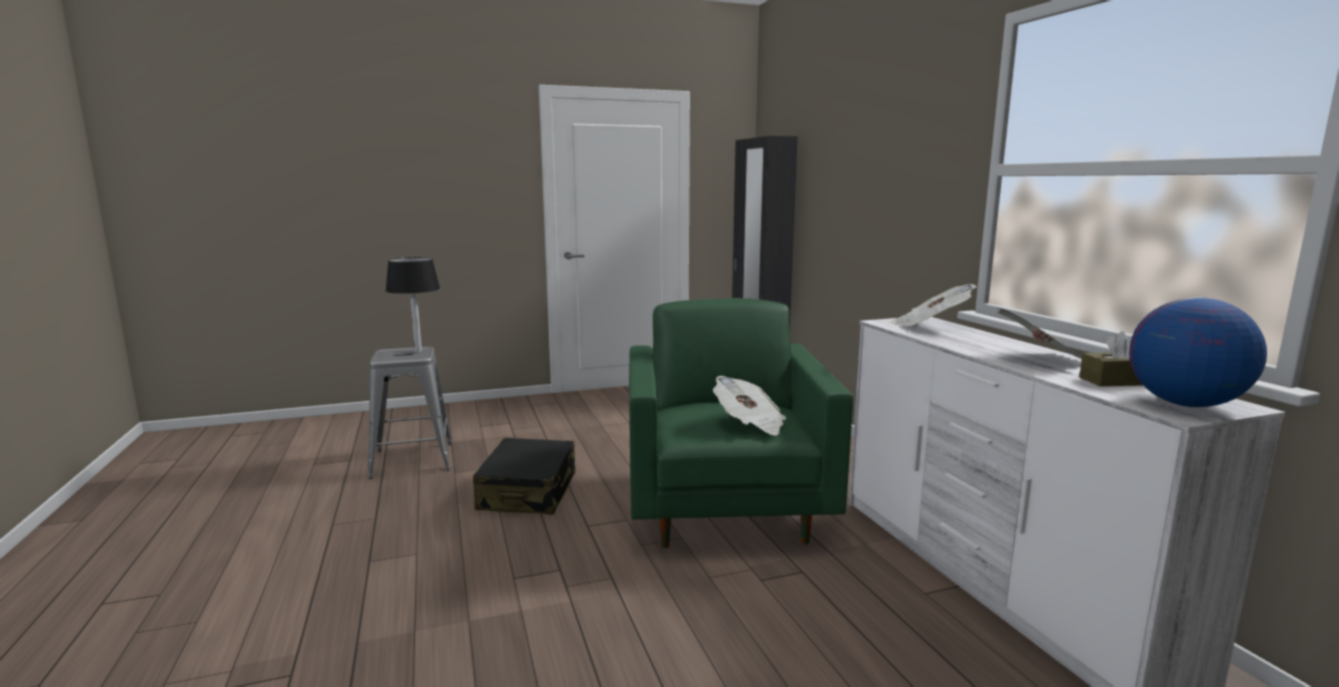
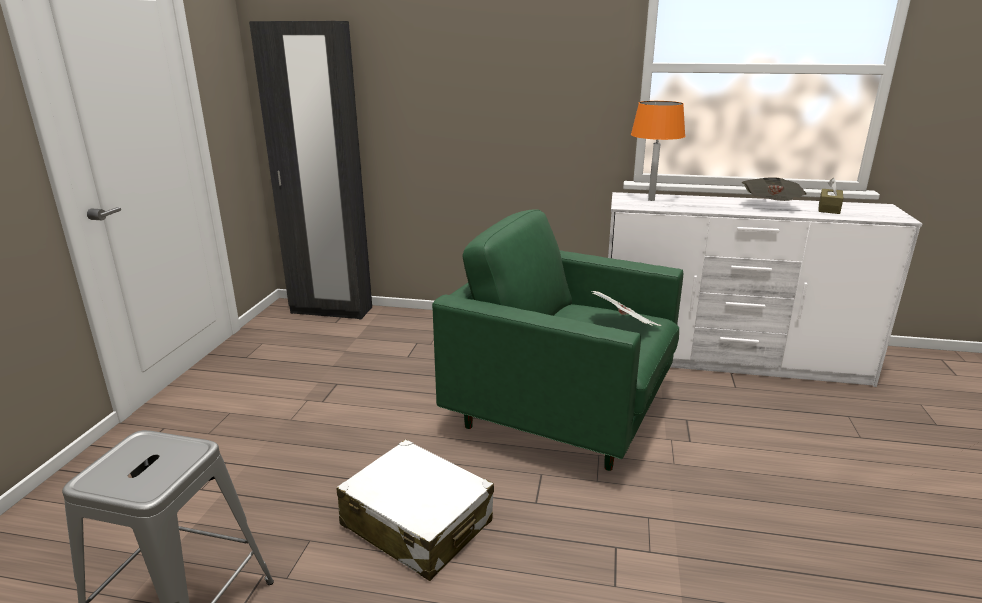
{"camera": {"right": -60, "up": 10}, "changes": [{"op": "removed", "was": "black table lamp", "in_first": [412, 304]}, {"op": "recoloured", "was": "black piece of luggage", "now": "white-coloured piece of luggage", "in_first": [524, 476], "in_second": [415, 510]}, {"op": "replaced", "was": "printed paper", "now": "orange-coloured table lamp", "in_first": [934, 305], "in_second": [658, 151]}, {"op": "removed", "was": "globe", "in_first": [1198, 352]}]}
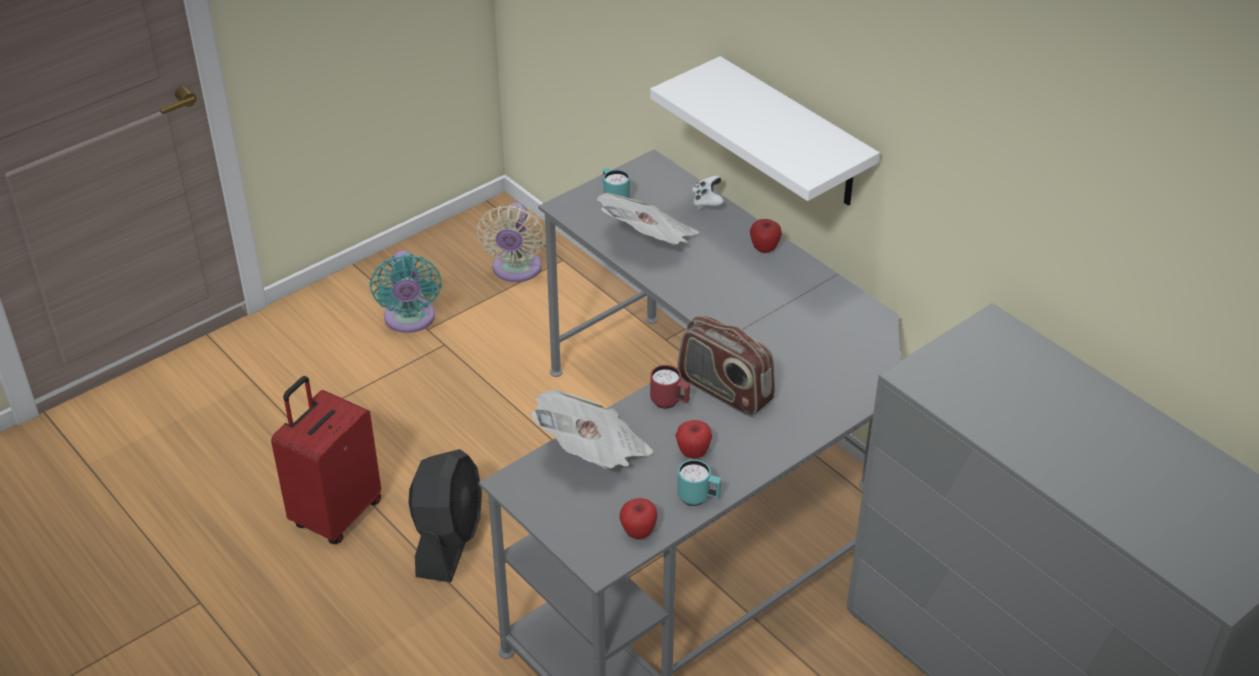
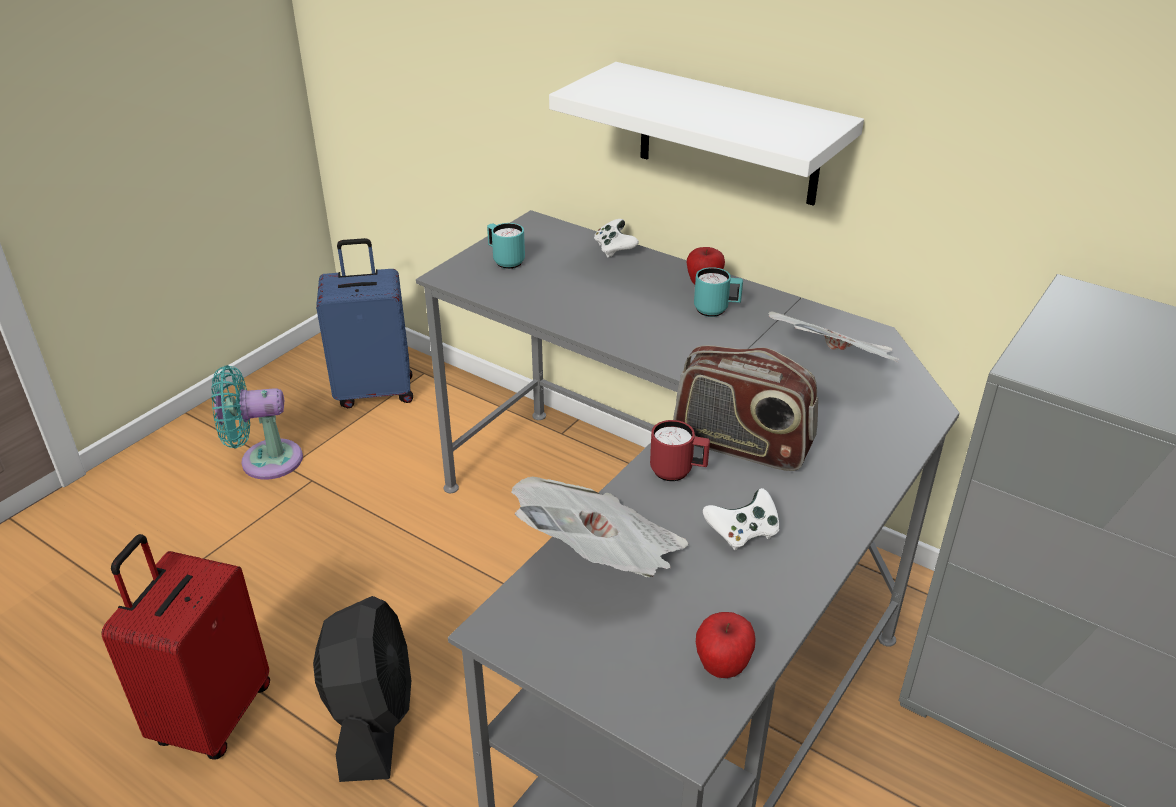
{"camera": {"right": -15, "up": -5}, "changes": [{"op": "turned", "was": "turquoise fan", "in_first": [405, 291], "in_second": [257, 422], "clockwise": 105}, {"op": "replaced", "was": "beige-coloured fan", "now": "bluish piece of luggage", "in_first": [511, 242], "in_second": [364, 323]}, {"op": "moved", "was": "printed paper", "in_first": [648, 219], "in_second": [834, 337]}, {"op": "replaced", "was": "apple fruit", "now": "white-coloured gamepad", "in_first": [694, 439], "in_second": [741, 519]}, {"op": "moved", "was": "turquoise mug", "in_first": [699, 482], "in_second": [718, 292]}]}
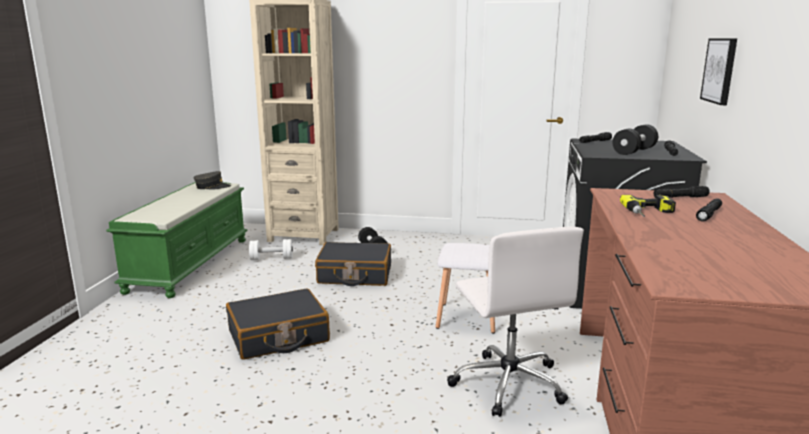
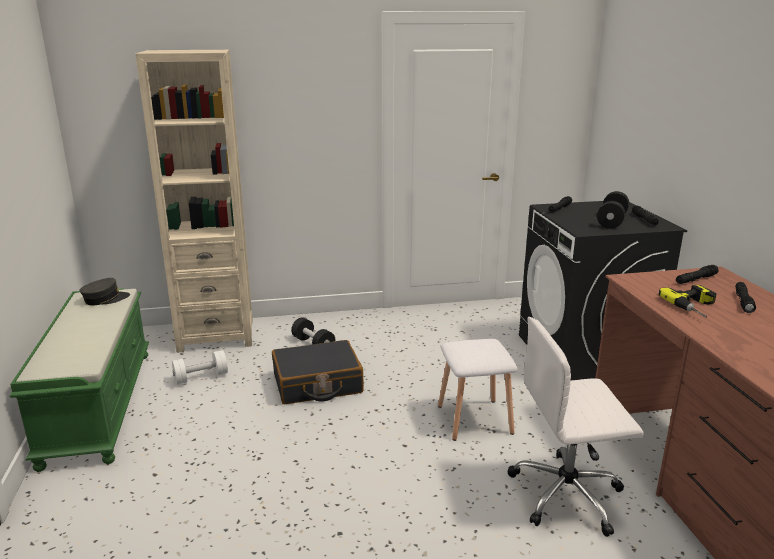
{"camera": {"right": -20, "up": 5}, "changes": [{"op": "removed", "was": "black piece of luggage", "in_first": [278, 324]}, {"op": "turned", "was": "white-coloured desk chair", "in_first": [515, 322], "in_second": [575, 427], "clockwise": 120}, {"op": "removed", "was": "wall picture", "in_first": [718, 71]}]}
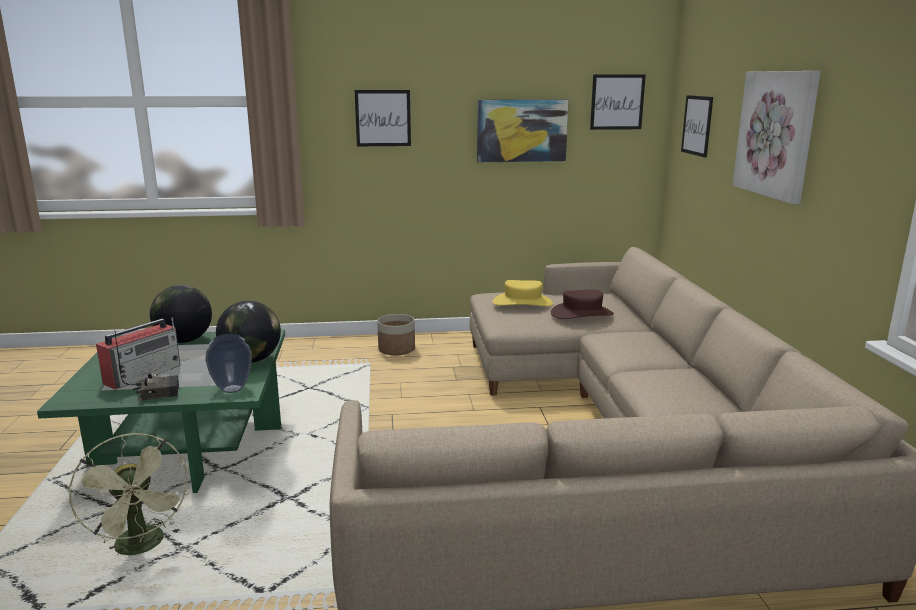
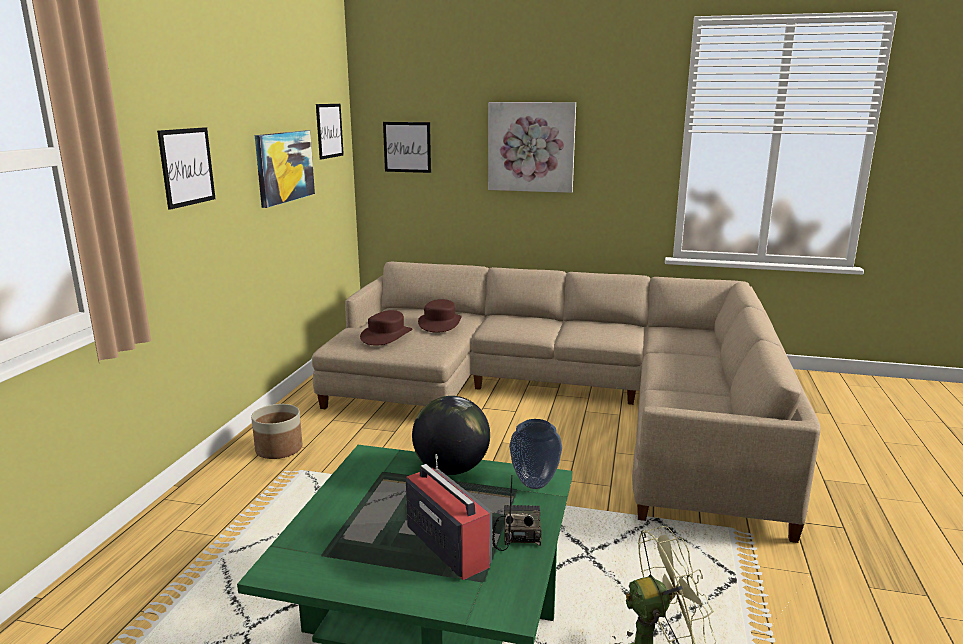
{"camera": {"right": -70, "up": 0}, "changes": [{"op": "removed", "was": "globe", "in_first": [181, 314]}, {"op": "recoloured", "was": "yellow-coloured hat", "now": "brownish hat", "in_first": [523, 293], "in_second": [386, 328]}]}
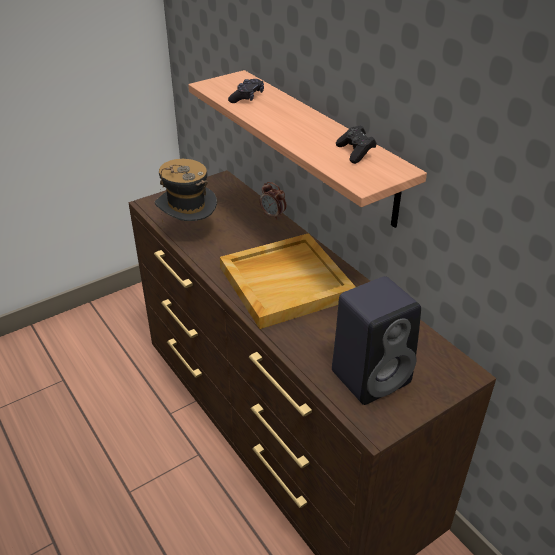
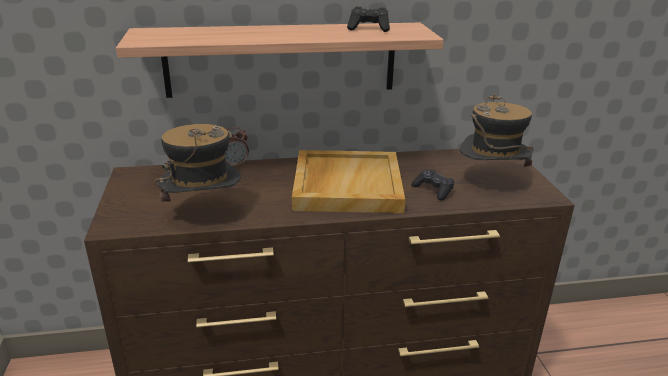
{"camera": {"right": -65, "up": -10}, "changes": [{"op": "moved", "was": "black gamepad", "in_first": [246, 91], "in_second": [432, 185]}, {"op": "replaced", "was": "black speaker", "now": "hat", "in_first": [376, 340], "in_second": [497, 133]}]}
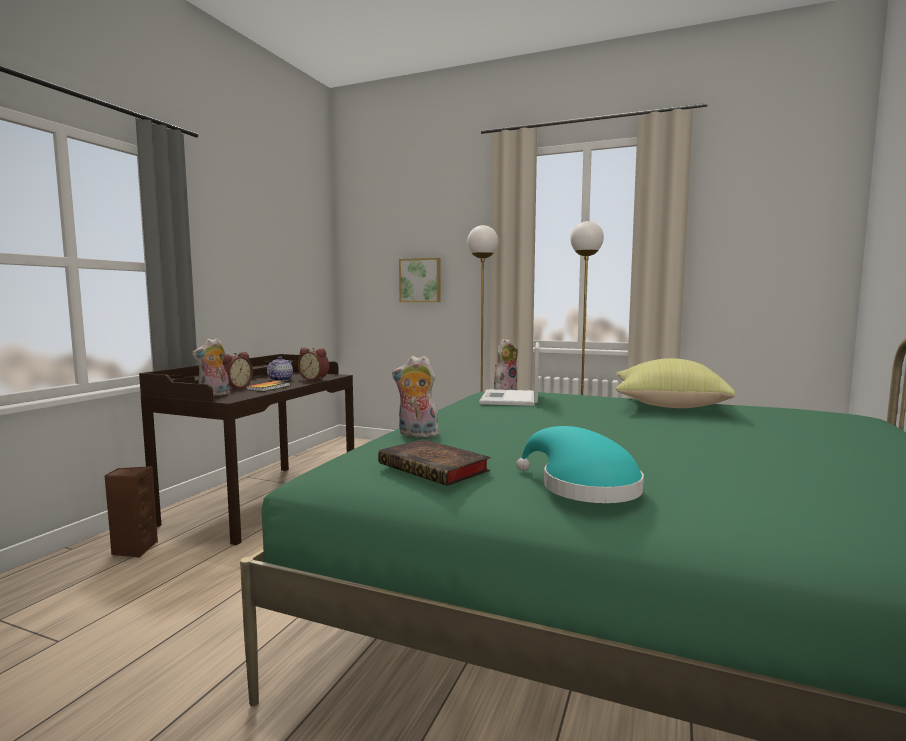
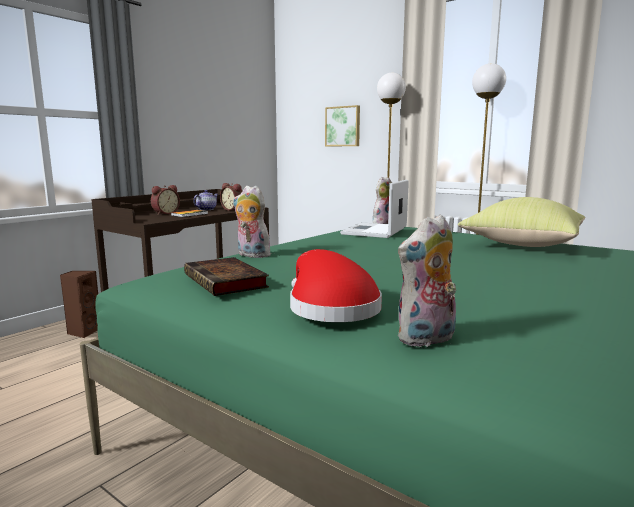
{"camera": {"right": 15, "up": 5}, "changes": [{"op": "moved", "was": "plush toy", "in_first": [210, 367], "in_second": [426, 280]}, {"op": "recoloured", "was": "turquoise hat", "now": "red-coloured hat", "in_first": [580, 464], "in_second": [336, 285]}]}
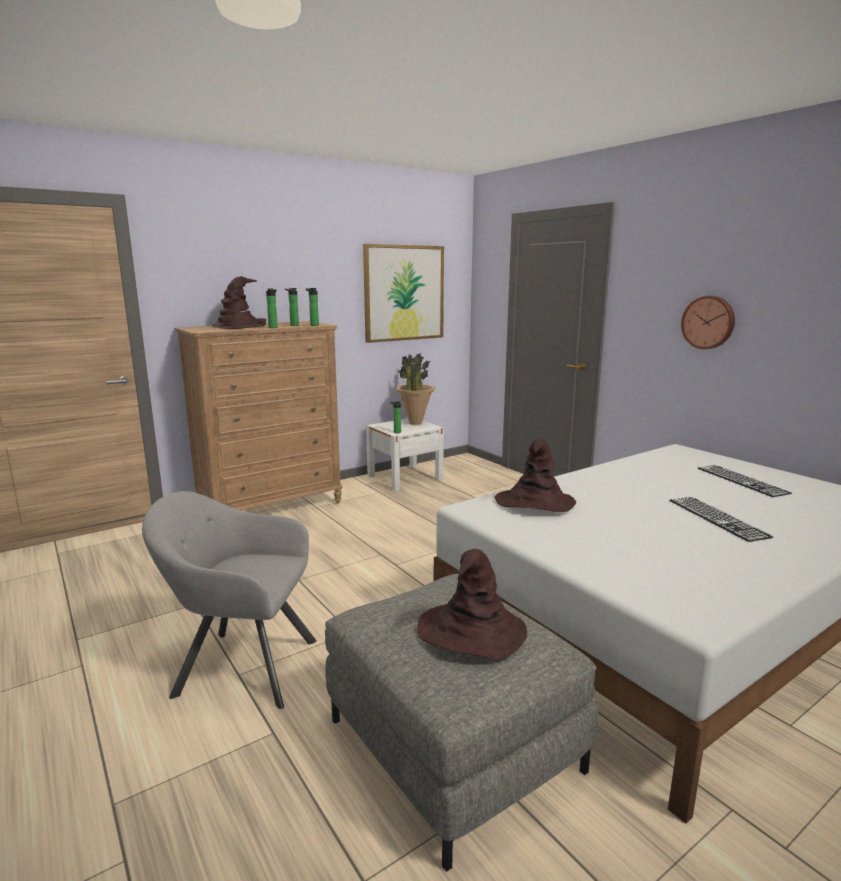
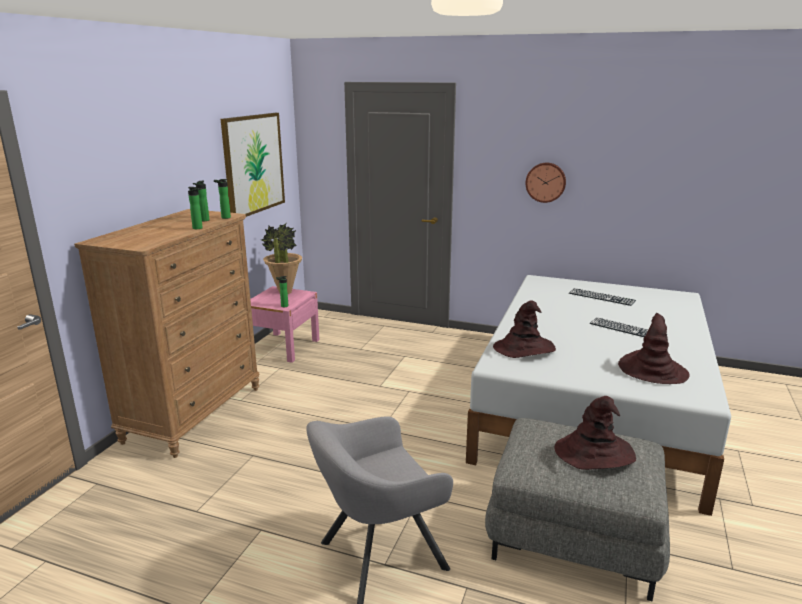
{"camera": {"right": -35, "up": 5}, "changes": [{"op": "moved", "was": "brownish hat", "in_first": [238, 302], "in_second": [654, 348]}, {"op": "recoloured", "was": "white-coloured bedside table", "now": "pink-coloured bedside table", "in_first": [405, 454], "in_second": [284, 324]}]}
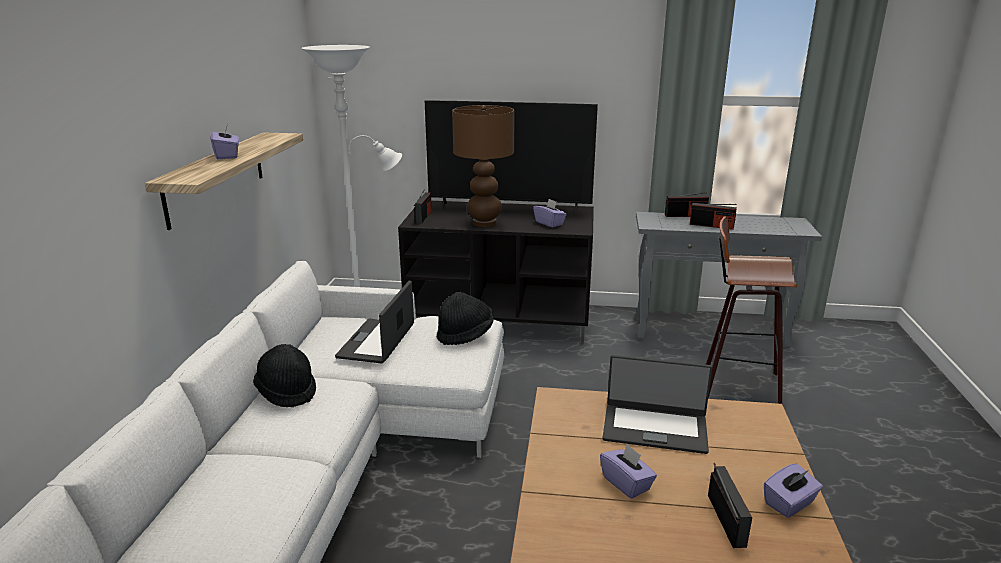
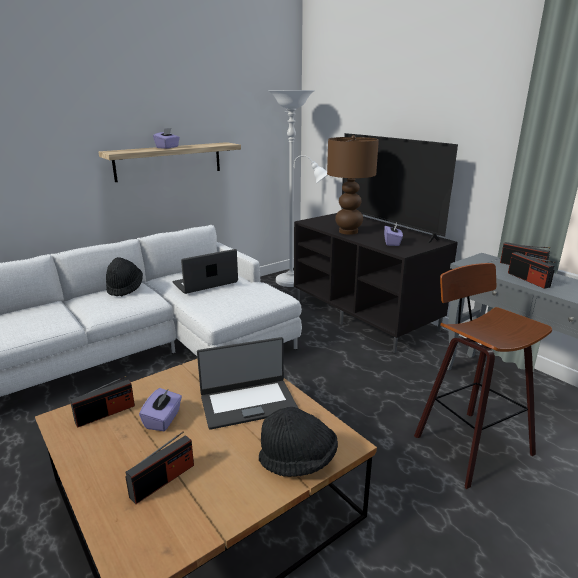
{"camera": {"right": 45, "up": 0}, "changes": [{"op": "moved", "was": "radio", "in_first": [423, 207], "in_second": [102, 402]}, {"op": "moved", "was": "black hat", "in_first": [465, 318], "in_second": [298, 442]}, {"op": "turned", "was": "laptop", "in_first": [657, 404], "in_second": [247, 383], "clockwise": -75}, {"op": "removed", "was": "purplish tissue box", "in_first": [793, 491]}]}
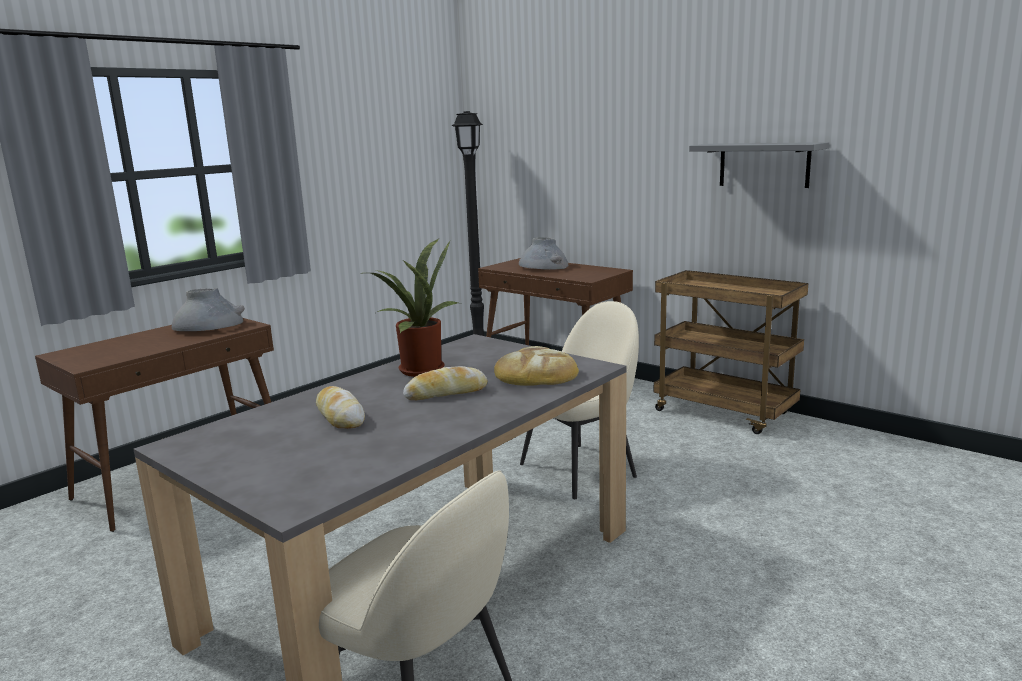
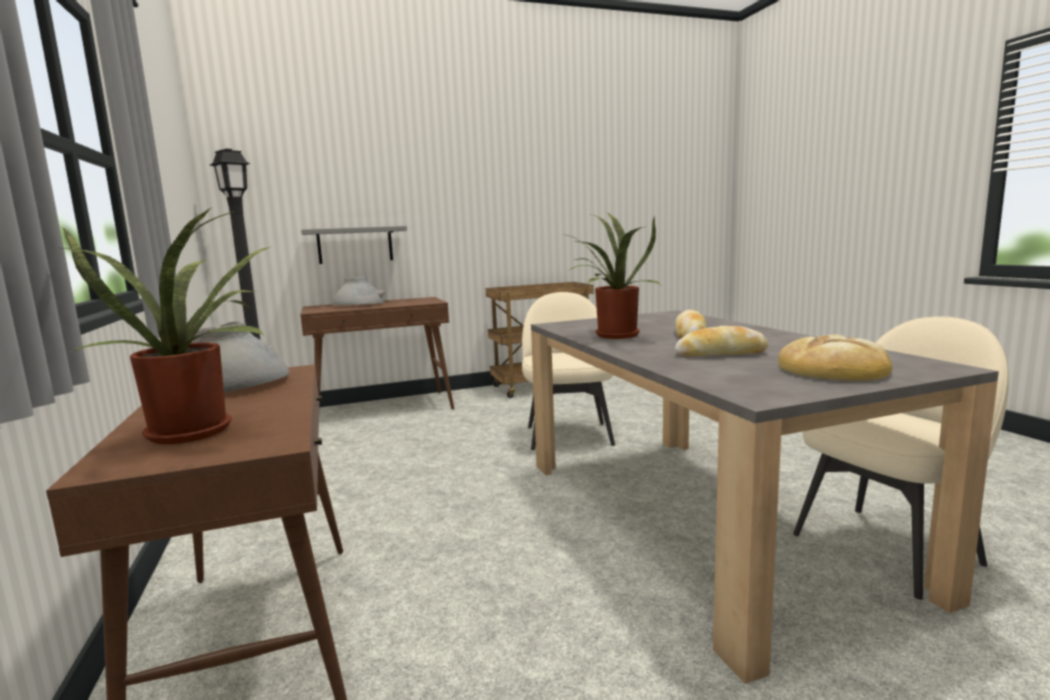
{"camera": {"right": -60, "up": -5}, "changes": [{"op": "moved", "was": "bread", "in_first": [536, 366], "in_second": [835, 357]}, {"op": "moved", "was": "greyish bracket shelf", "in_first": [759, 165], "in_second": [354, 245]}, {"op": "added", "now": "plant in a pot", "in_second": [168, 326]}]}
